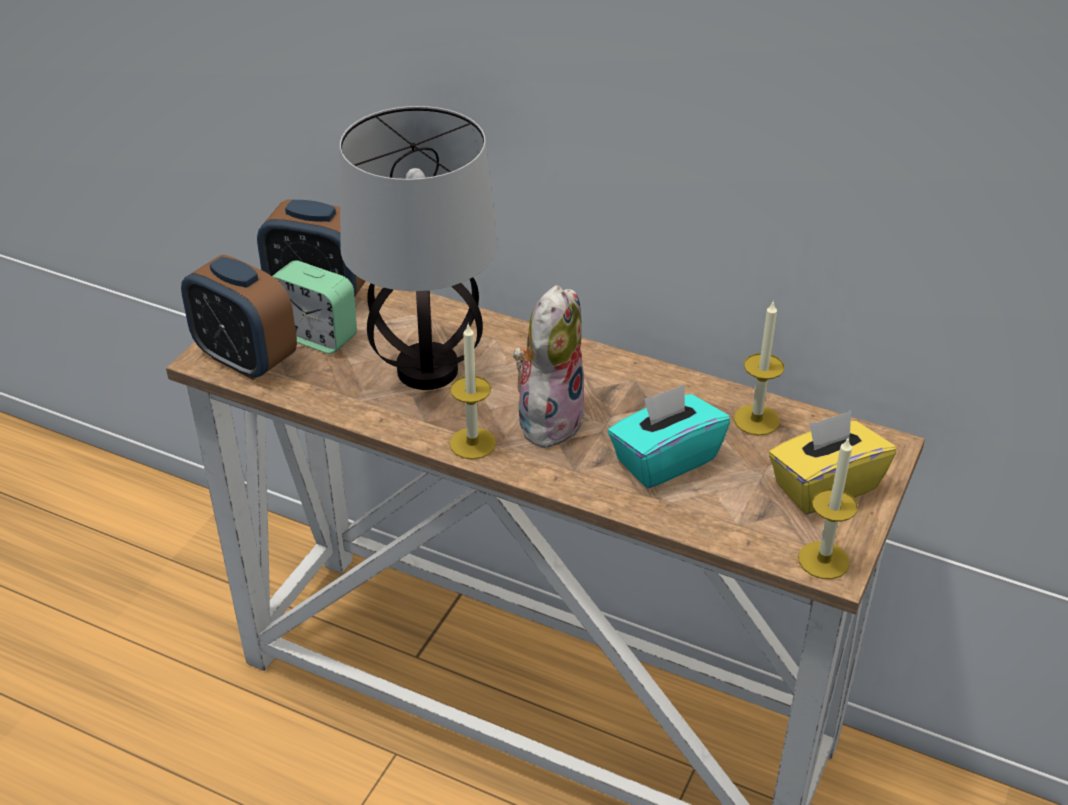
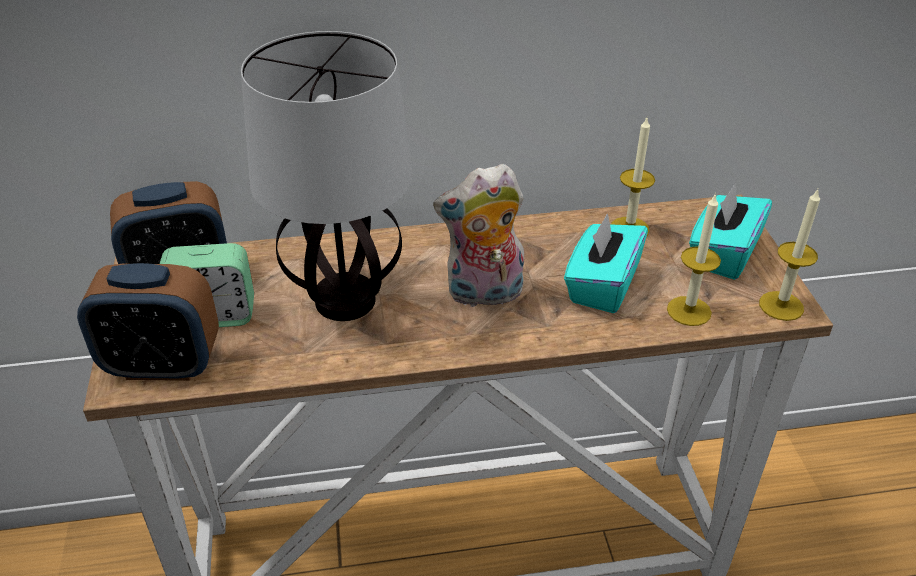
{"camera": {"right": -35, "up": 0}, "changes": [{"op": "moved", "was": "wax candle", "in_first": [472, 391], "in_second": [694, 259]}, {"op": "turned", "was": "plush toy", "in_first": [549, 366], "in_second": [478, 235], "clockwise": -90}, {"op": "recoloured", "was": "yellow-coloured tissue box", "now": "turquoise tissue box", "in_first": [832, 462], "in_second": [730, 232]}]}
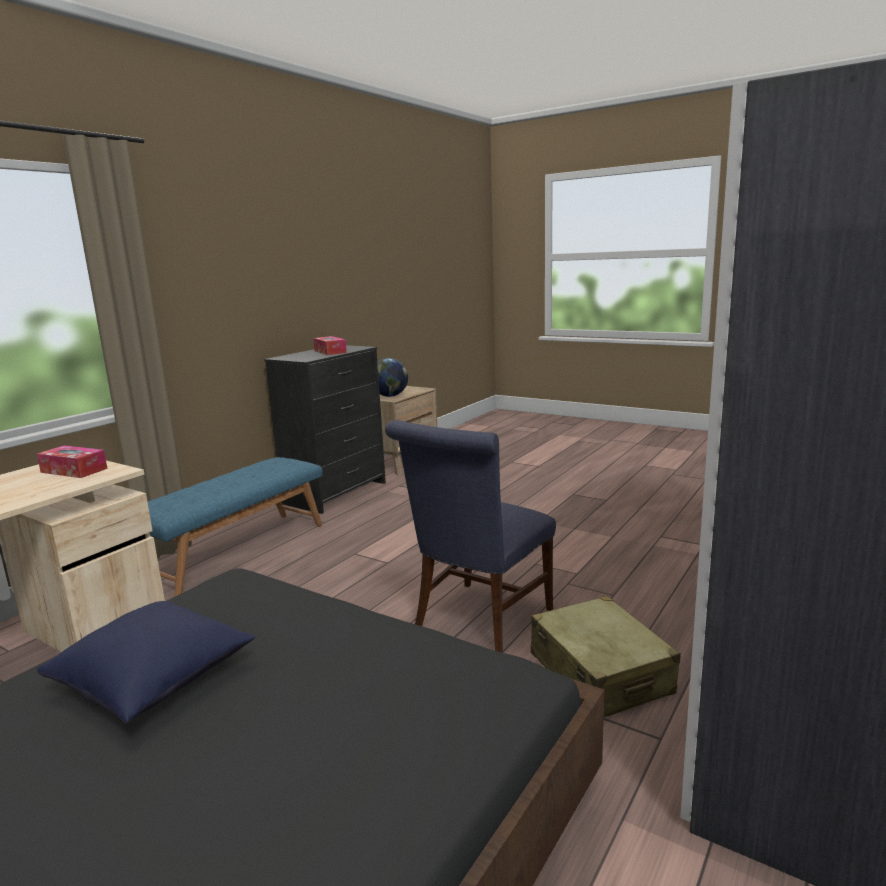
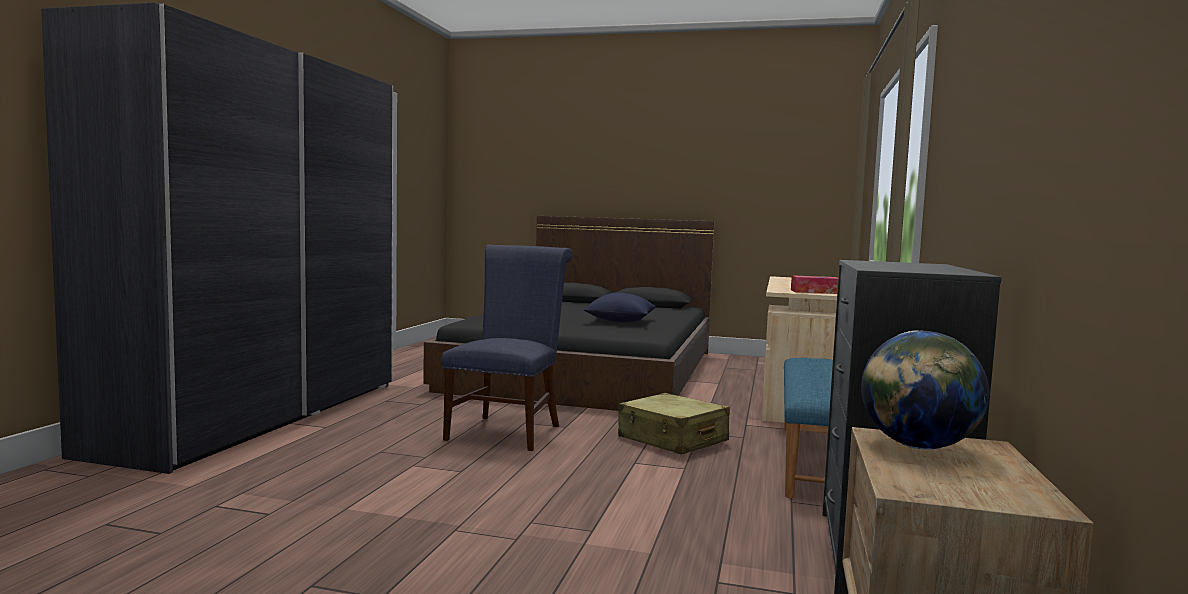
{"camera": {"right": 160, "up": -10}, "changes": [{"op": "removed", "was": "tissue box", "in_first": [330, 345]}, {"op": "moved", "was": "beige-coloured piece of luggage", "in_first": [606, 656], "in_second": [674, 424]}]}
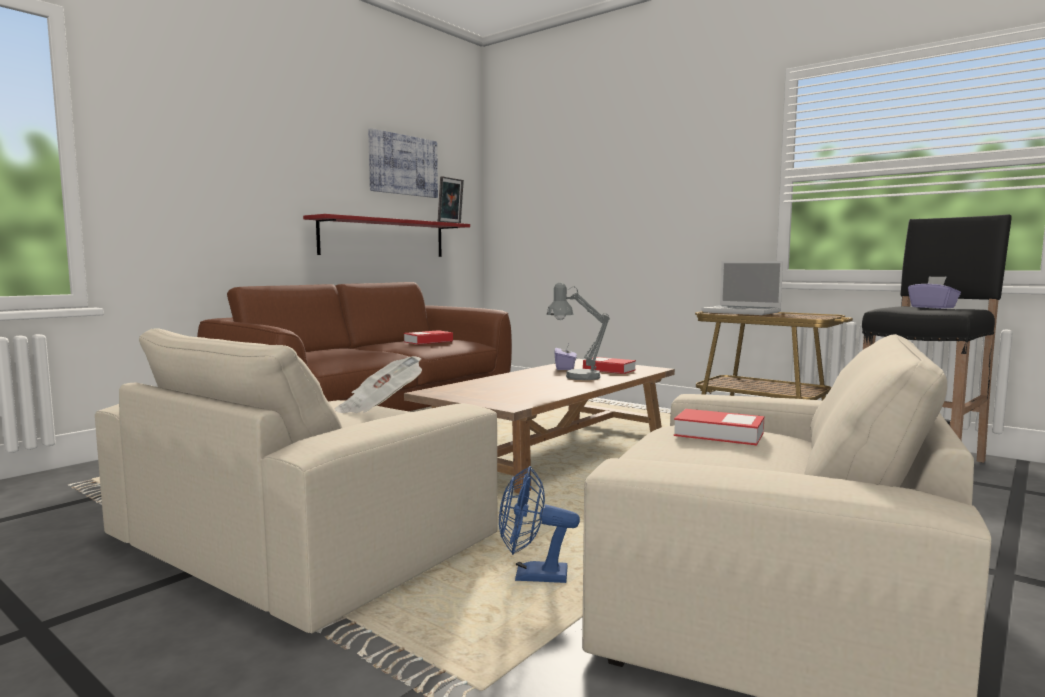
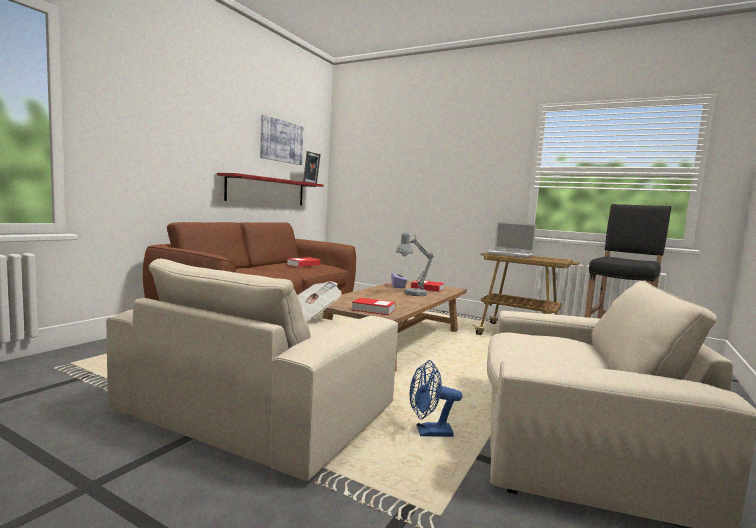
{"camera": {"right": -10, "up": 0}, "changes": [{"op": "moved", "was": "bound book", "in_first": [719, 427], "in_second": [374, 306]}, {"op": "removed", "was": "purplish tissue box", "in_first": [934, 292]}]}
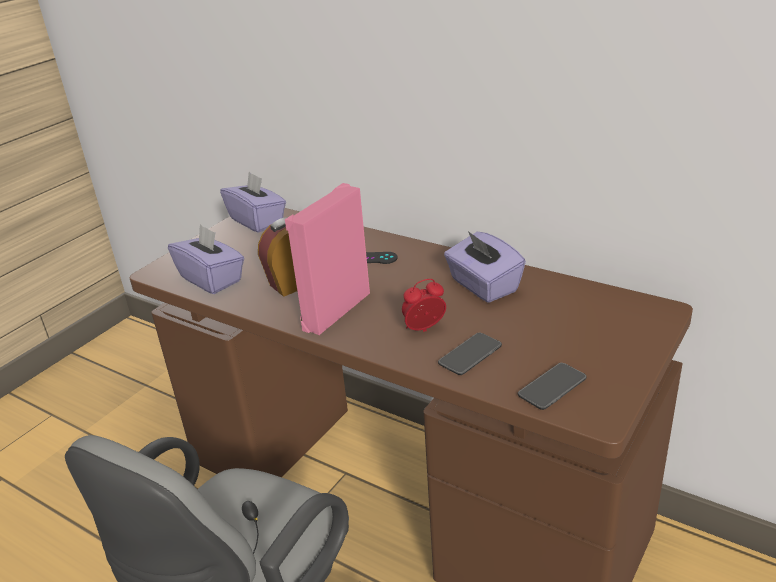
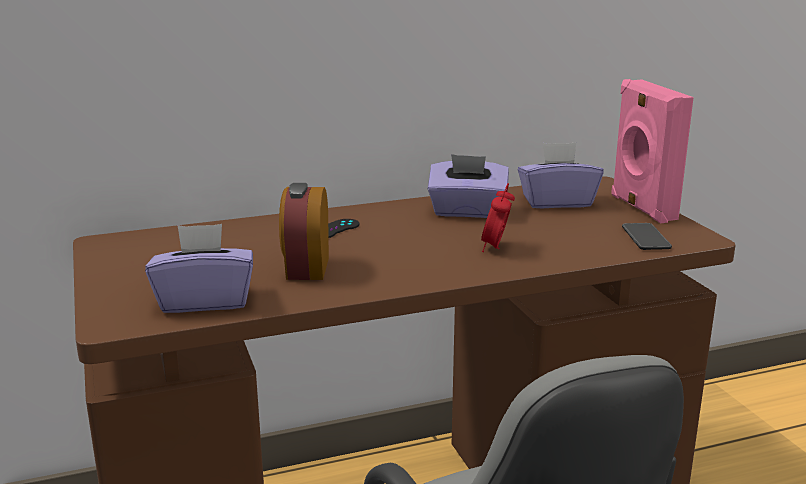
{"camera": {"right": -55, "up": -10}, "changes": [{"op": "moved", "was": "purplish tissue box", "in_first": [253, 202], "in_second": [561, 175]}, {"op": "moved", "was": "pink-coloured speaker", "in_first": [327, 259], "in_second": [652, 151]}, {"op": "removed", "was": "phone", "in_first": [470, 354]}]}
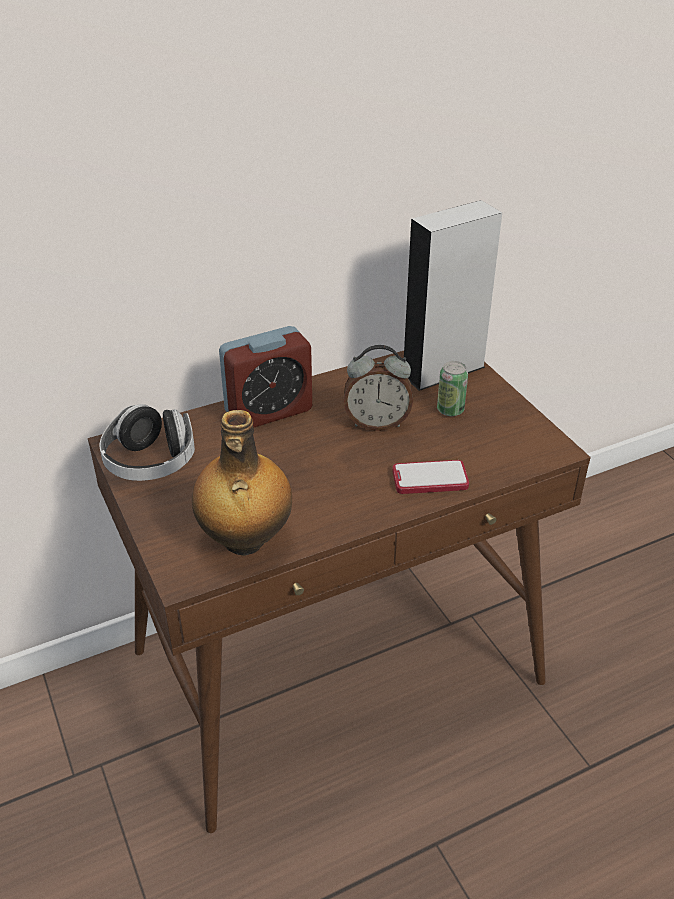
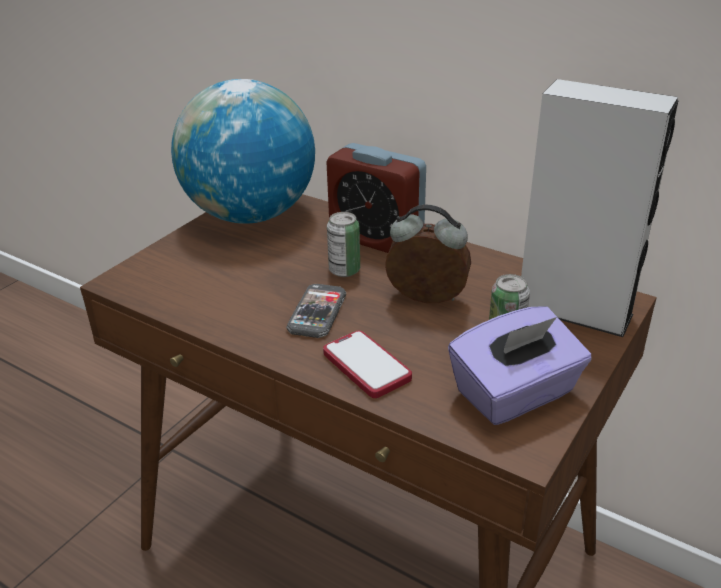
{"camera": {"right": 60, "up": -5}, "changes": [{"op": "replaced", "was": "headset", "now": "globe", "in_first": [147, 442], "in_second": [243, 151]}, {"op": "removed", "was": "beverage bottle", "in_first": [242, 483]}, {"op": "turned", "was": "table clock", "in_first": [378, 388], "in_second": [428, 254], "clockwise": 135}, {"op": "added", "now": "phone", "in_second": [316, 311]}, {"op": "added", "now": "metal can", "in_second": [343, 244]}, {"op": "added", "now": "purplish tissue box", "in_second": [520, 365]}]}
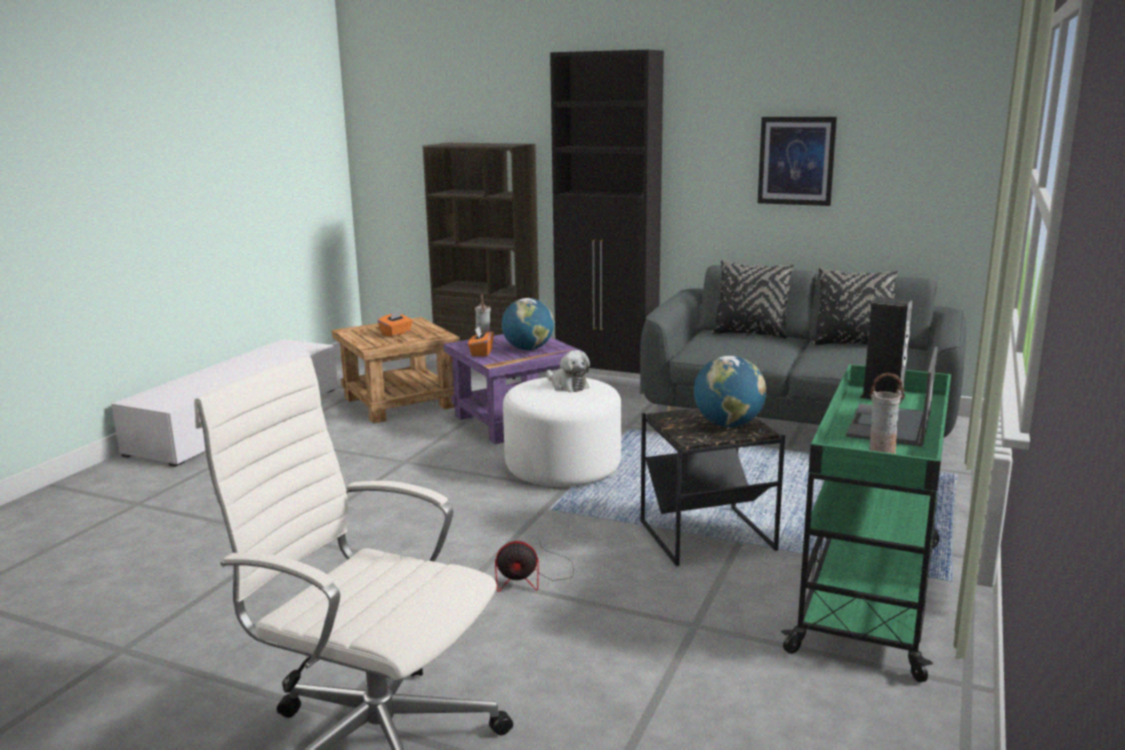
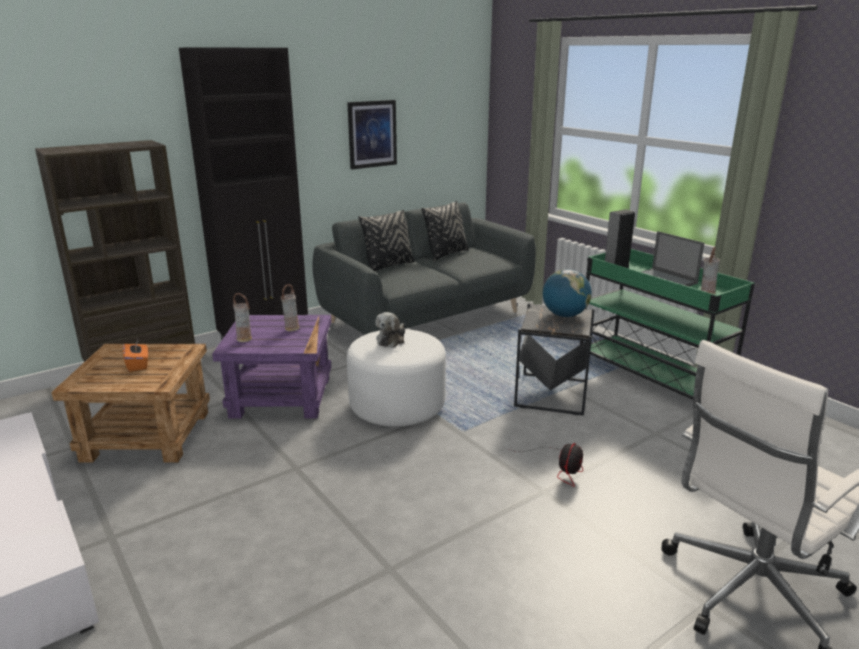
{"camera": {"right": -60, "up": 5}, "changes": [{"op": "removed", "was": "orange-coloured tissue box", "in_first": [481, 341]}, {"op": "replaced", "was": "globe", "now": "flower vase", "in_first": [528, 324], "in_second": [290, 307]}, {"op": "turned", "was": "plush toy", "in_first": [568, 371], "in_second": [390, 330], "clockwise": 120}]}
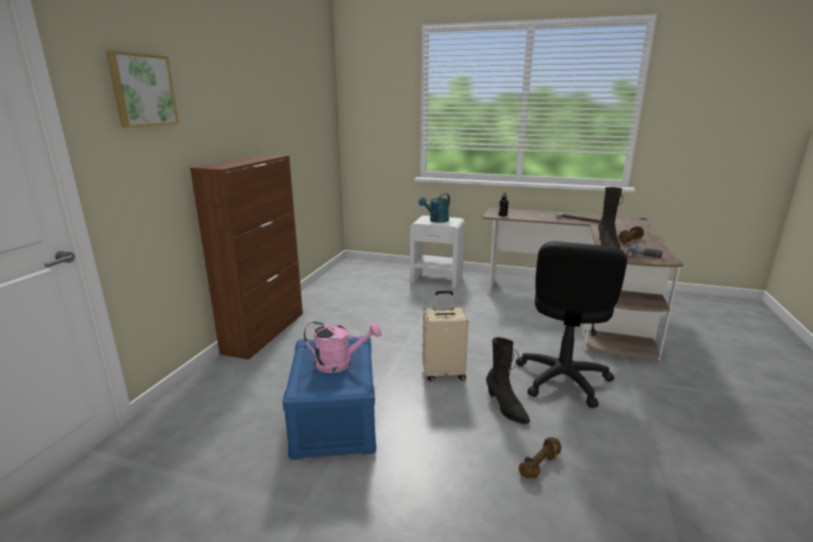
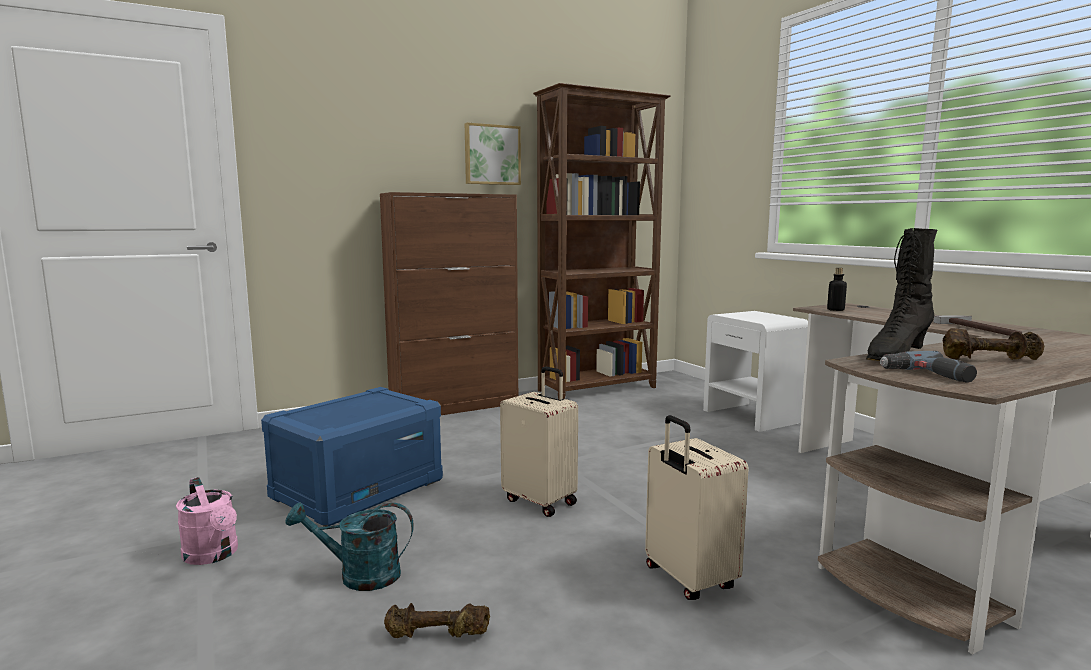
{"camera": {"right": 45, "up": -10}, "changes": [{"op": "moved", "was": "wall picture", "in_first": [142, 88], "in_second": [493, 154]}, {"op": "moved", "was": "pink-coloured watering pot", "in_first": [342, 347], "in_second": [207, 521]}, {"op": "moved", "was": "turquoise watering pot", "in_first": [434, 208], "in_second": [349, 546]}, {"op": "removed", "was": "black tall boot", "in_first": [508, 380]}, {"op": "replaced", "was": "black desk chair", "now": "beige-coloured piece of luggage", "in_first": [571, 324], "in_second": [697, 507]}, {"op": "added", "now": "brownish bookcase", "in_second": [602, 241]}]}
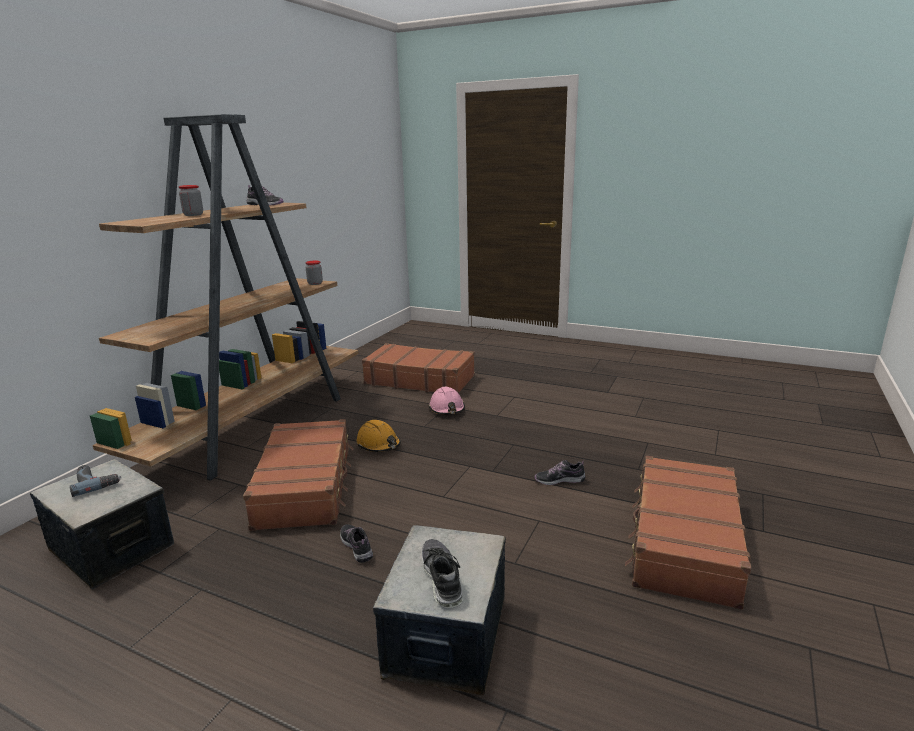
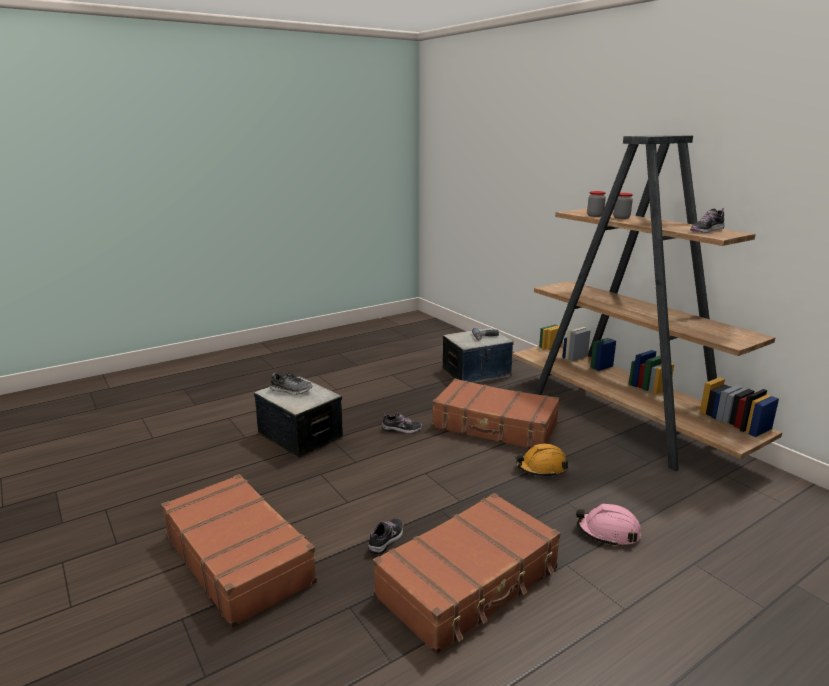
{"camera": {"right": 120, "up": 0}, "changes": [{"op": "moved", "was": "jar", "in_first": [314, 273], "in_second": [596, 204]}, {"op": "moved", "was": "brownish piece of luggage", "in_first": [418, 368], "in_second": [466, 573]}]}
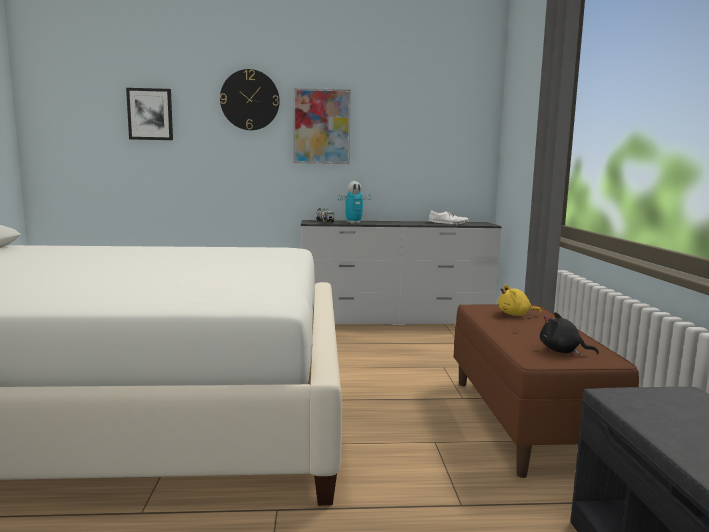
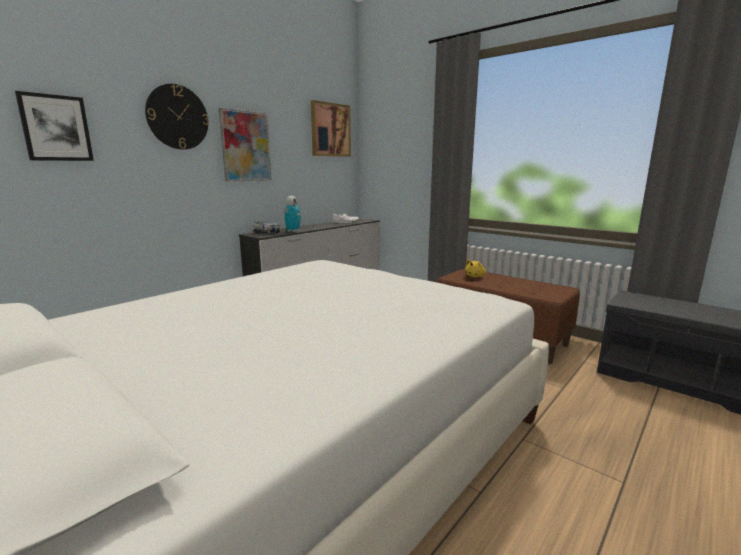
{"camera": {"right": -45, "up": 5}, "changes": [{"op": "removed", "was": "black plush toy", "in_first": [569, 333]}, {"op": "added", "now": "wall picture", "in_second": [331, 128]}]}
